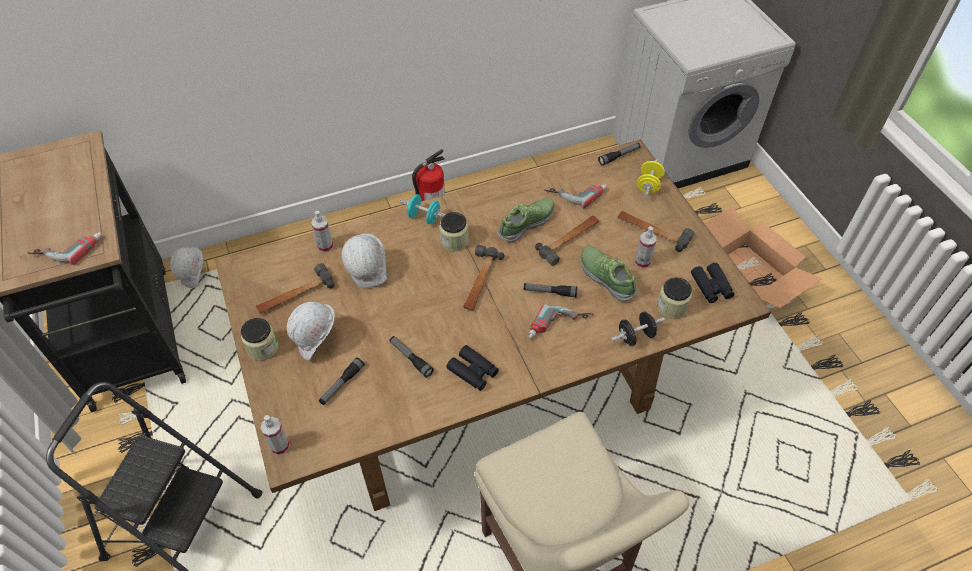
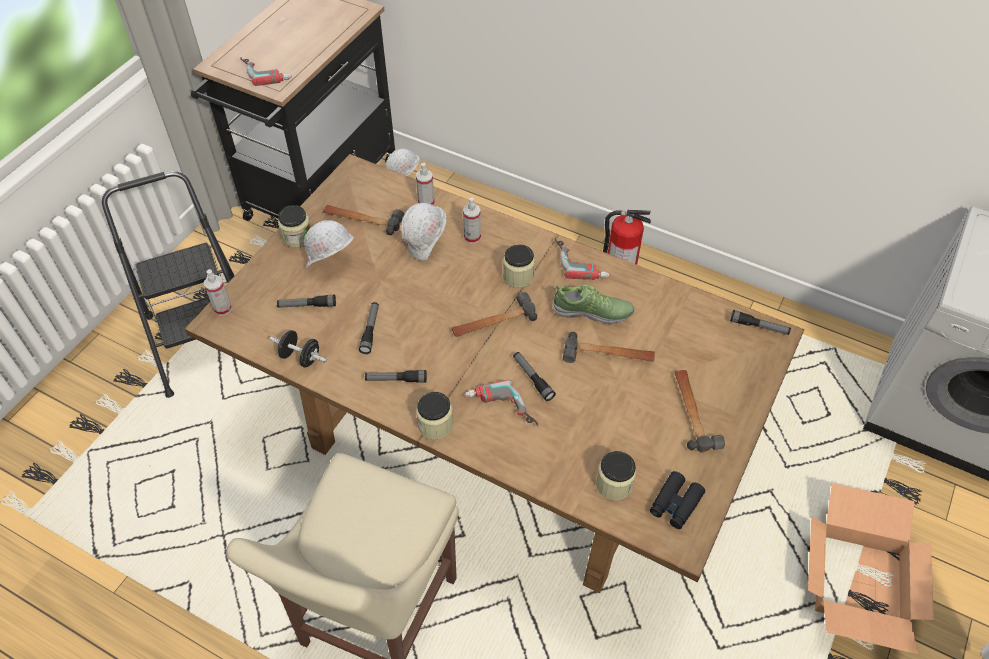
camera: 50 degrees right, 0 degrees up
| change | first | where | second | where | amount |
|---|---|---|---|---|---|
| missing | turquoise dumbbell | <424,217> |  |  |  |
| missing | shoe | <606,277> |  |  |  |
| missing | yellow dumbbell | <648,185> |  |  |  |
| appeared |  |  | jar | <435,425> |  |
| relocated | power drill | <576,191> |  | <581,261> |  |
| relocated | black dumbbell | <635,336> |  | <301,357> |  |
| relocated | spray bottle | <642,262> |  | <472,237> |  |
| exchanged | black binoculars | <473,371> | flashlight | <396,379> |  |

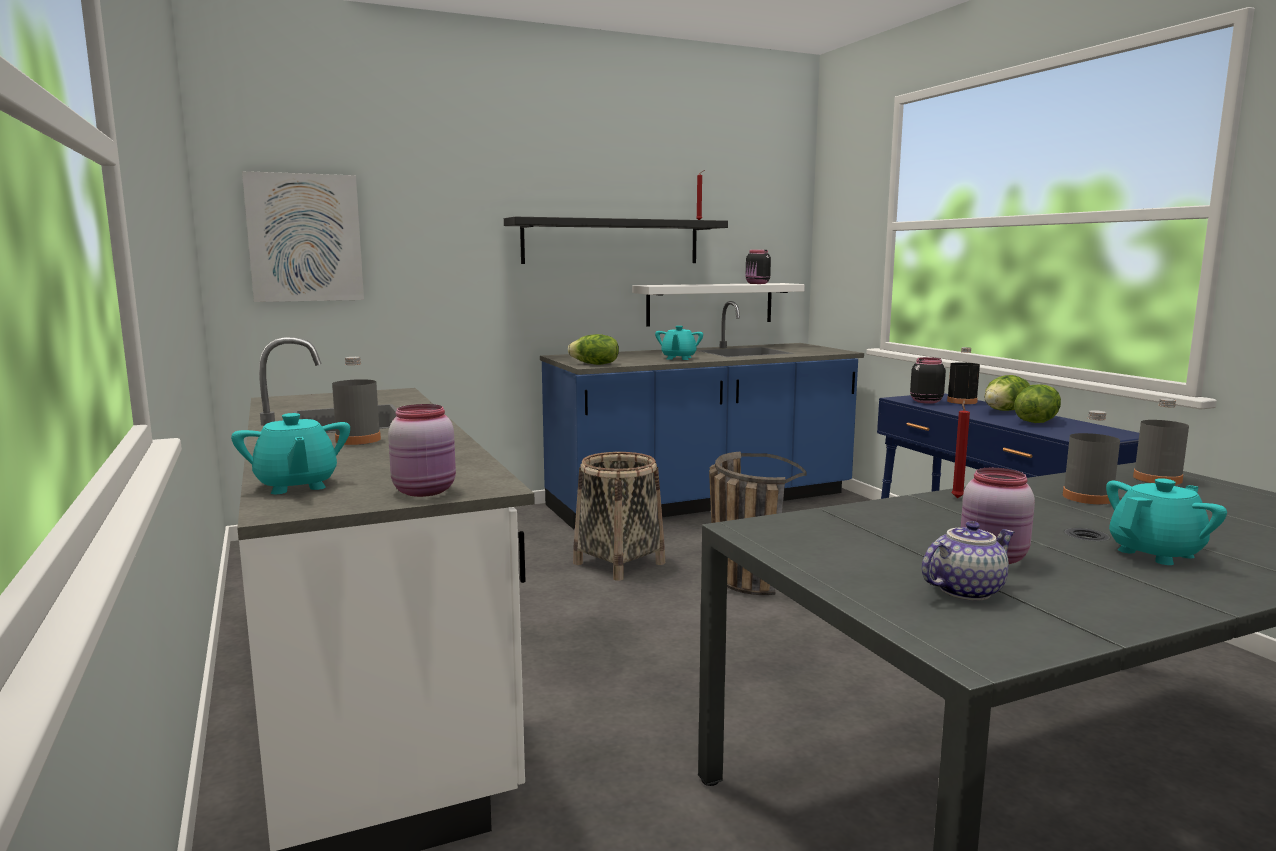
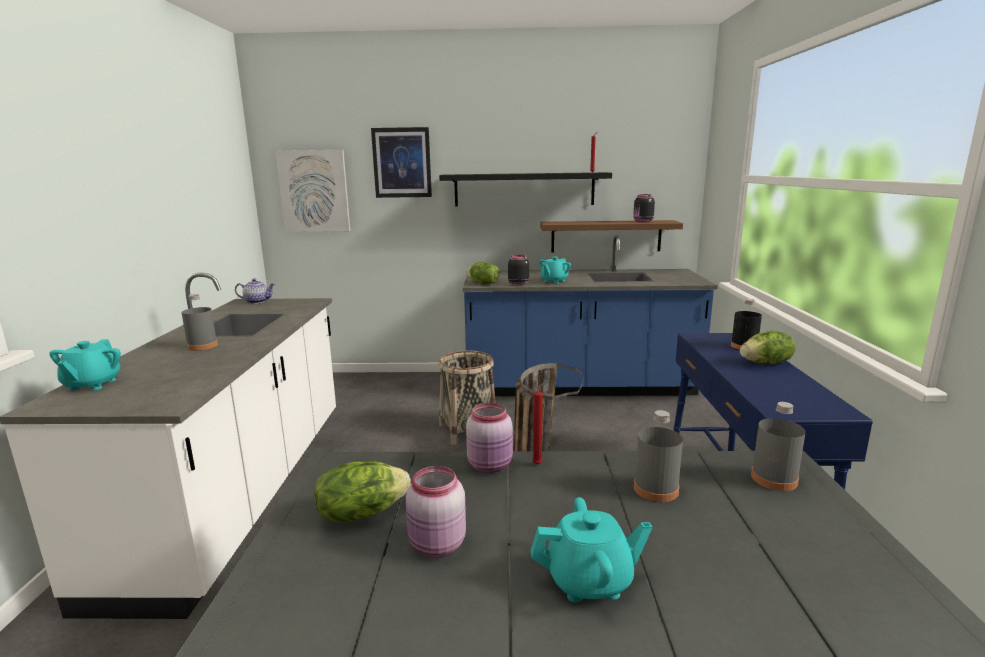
camera: 25 degrees right, 5 degrees up
| change | first | where | second | where | amount |
|---|---|---|---|---|---|
| appeared |  |  | picture | <402,163> |  |
| relocated | pink jar | <426,491> |  | <491,465> |  |
| relocated | black jar | <925,401> |  | <518,283> |  |
| relocated | teapot | <964,590> |  | <257,301> |  |
| relocated | lettuce | <1036,421> |  | <361,513> |  |
| colour | white shelf | <710,304> | brown shelf | <606,236> |  |

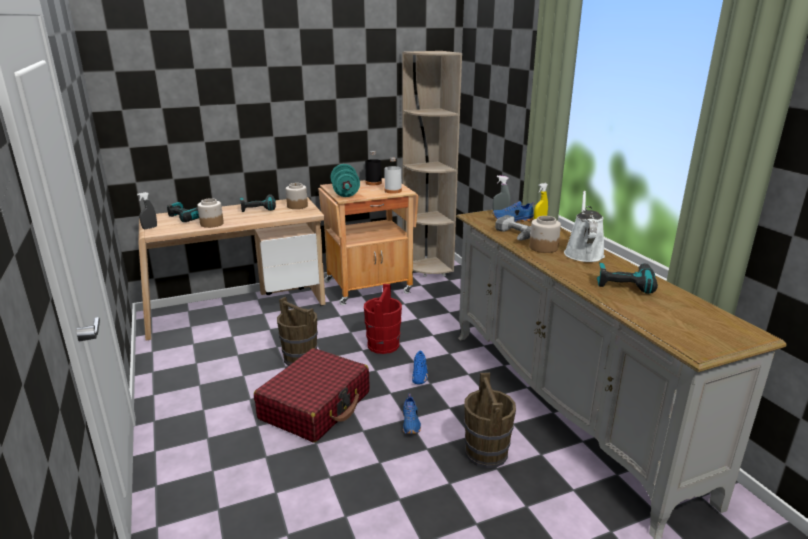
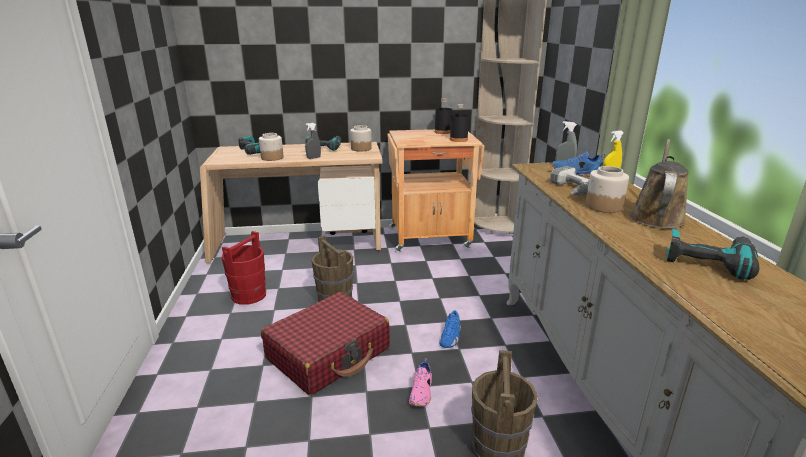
camera: 15 degrees right, 0 degrees up
| change | first | where | second | where | amount |
|---|---|---|---|---|---|
| missing | turquoise dumbbell | <345,193> |  |  |  |
| relocated | grey spray bottle | <149,228> |  | <313,158> |  |
| relocated | red bucket | <383,345> |  | <248,295> |  |
| colour | white bottle | <393,191> | black bottle | <458,139> |  |
| colour | blue shoe | <411,423> | pink shoe | <422,392> |  |
| colour | white watering can | <583,253> | brown watering can | <656,217> |  |

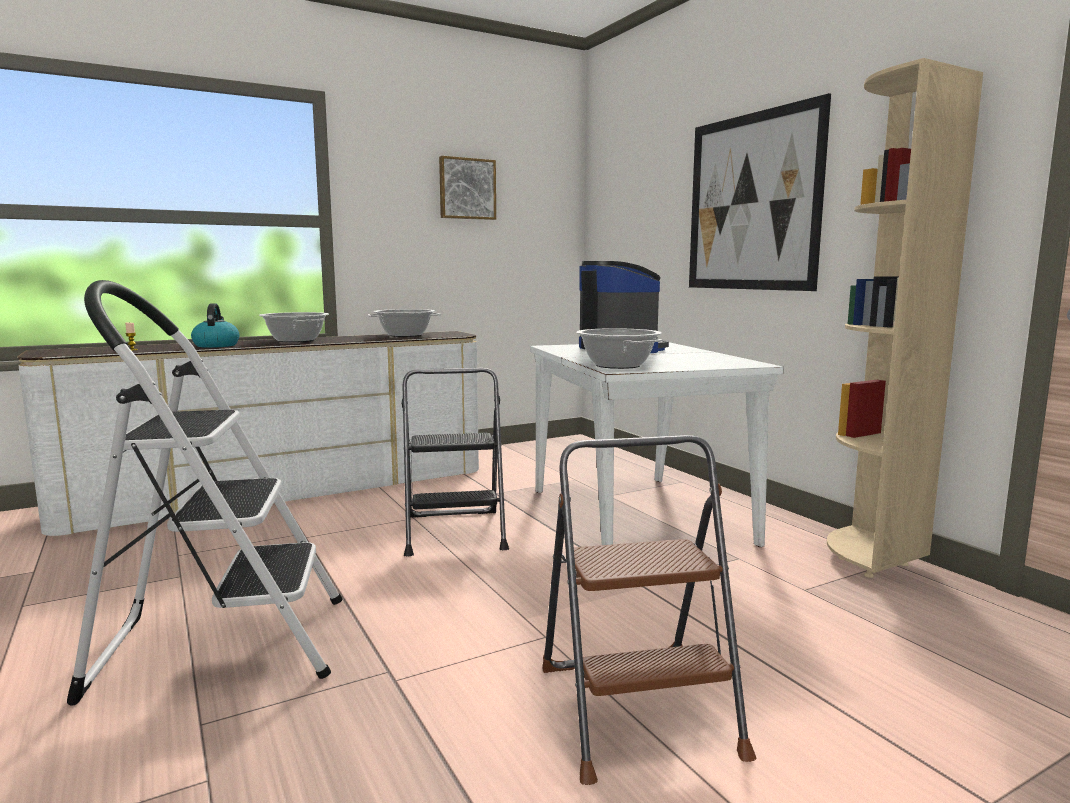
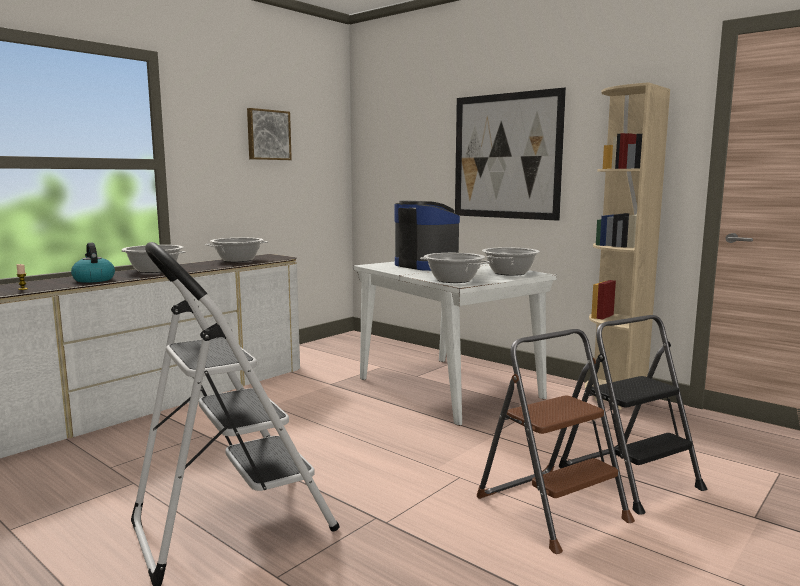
camera: 20 degrees left, 0 degrees up
| change | first | where | second | where | amount |
|---|---|---|---|---|---|
| appeared |  |  | cooking pot | <509,273> |  |
| relocated | black step ladder | <455,530> |  | <625,475> |  |

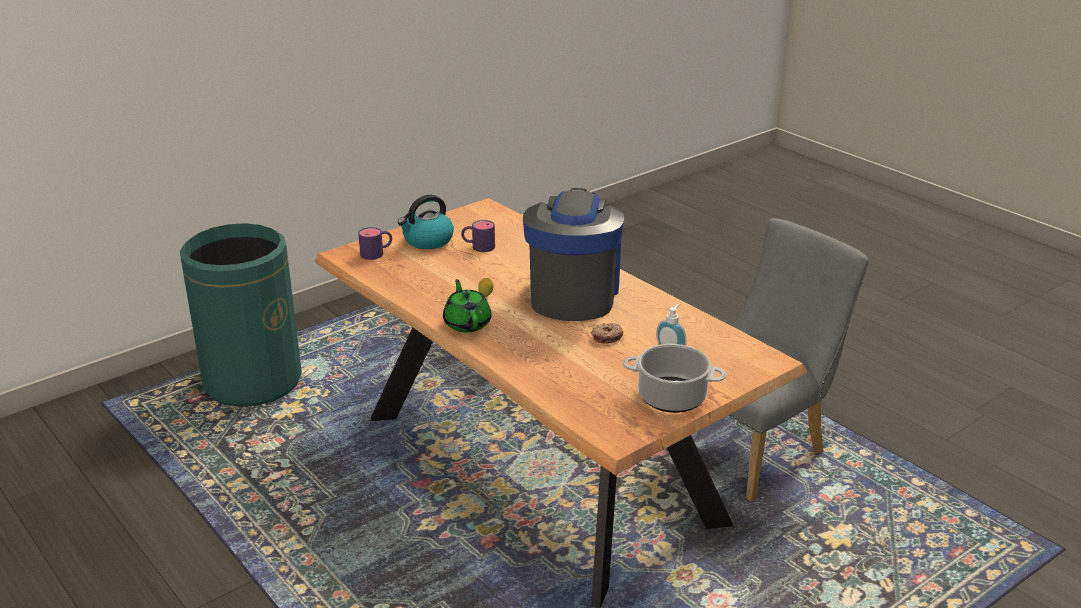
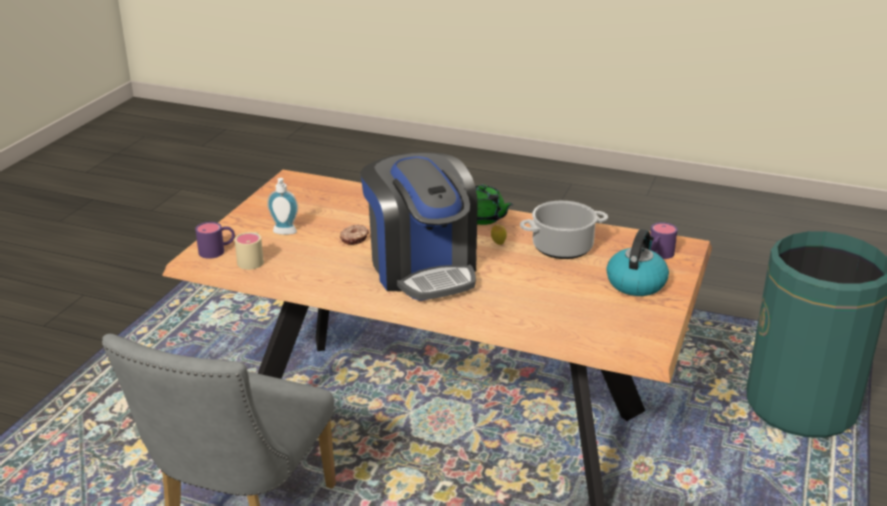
camera: 150 degrees right, 0 degrees up
| change | first | where | second | where | amount |
|---|---|---|---|---|---|
| appeared |  |  | beige mug | <253,260> |  |
| relocated | purple mug | <478,246> |  | <217,250> |  |
| relocated | cooking pot | <673,397> |  | <562,248> |  |

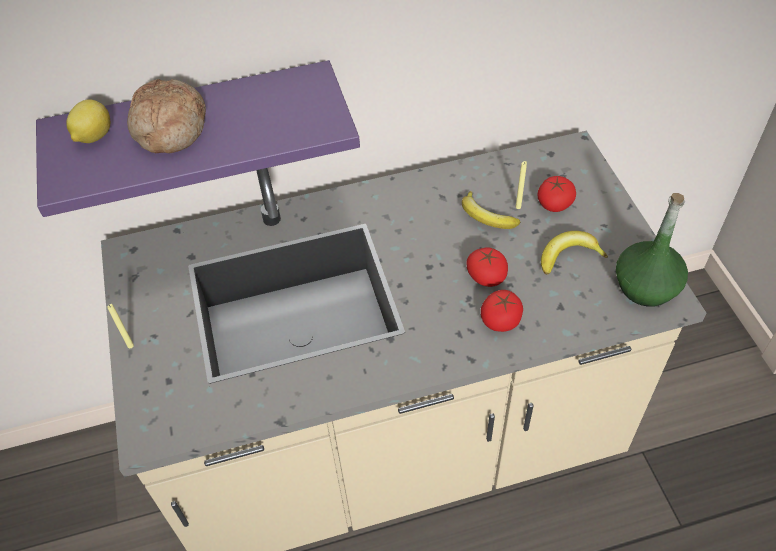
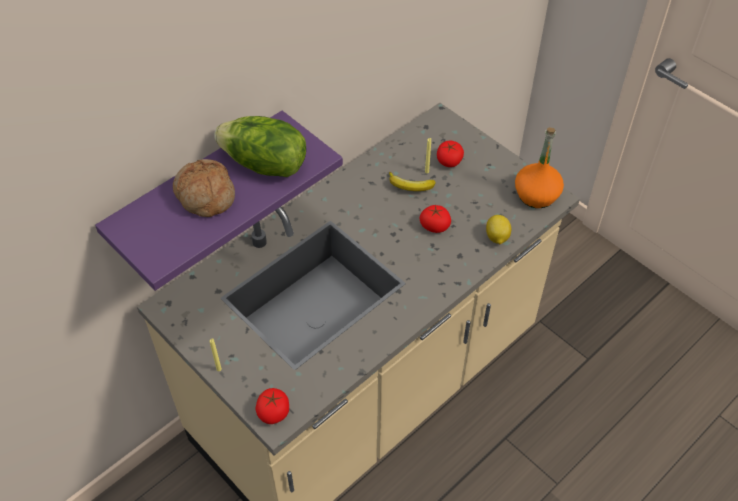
camera: 30 degrees left, 0 degrees up
| change | first | where | second | where | amount |
|---|---|---|---|---|---|
| missing | banana | <568,256> |  |  |  |
| appeared |  |  | lettuce | <264,165> |  |
| relocated | lemon | <93,137> |  | <497,237> |  |
| relocated | tomato | <501,320> |  | <273,412> |  |
| colour | green bottle | <645,286> | orange bottle | <536,195> |  |

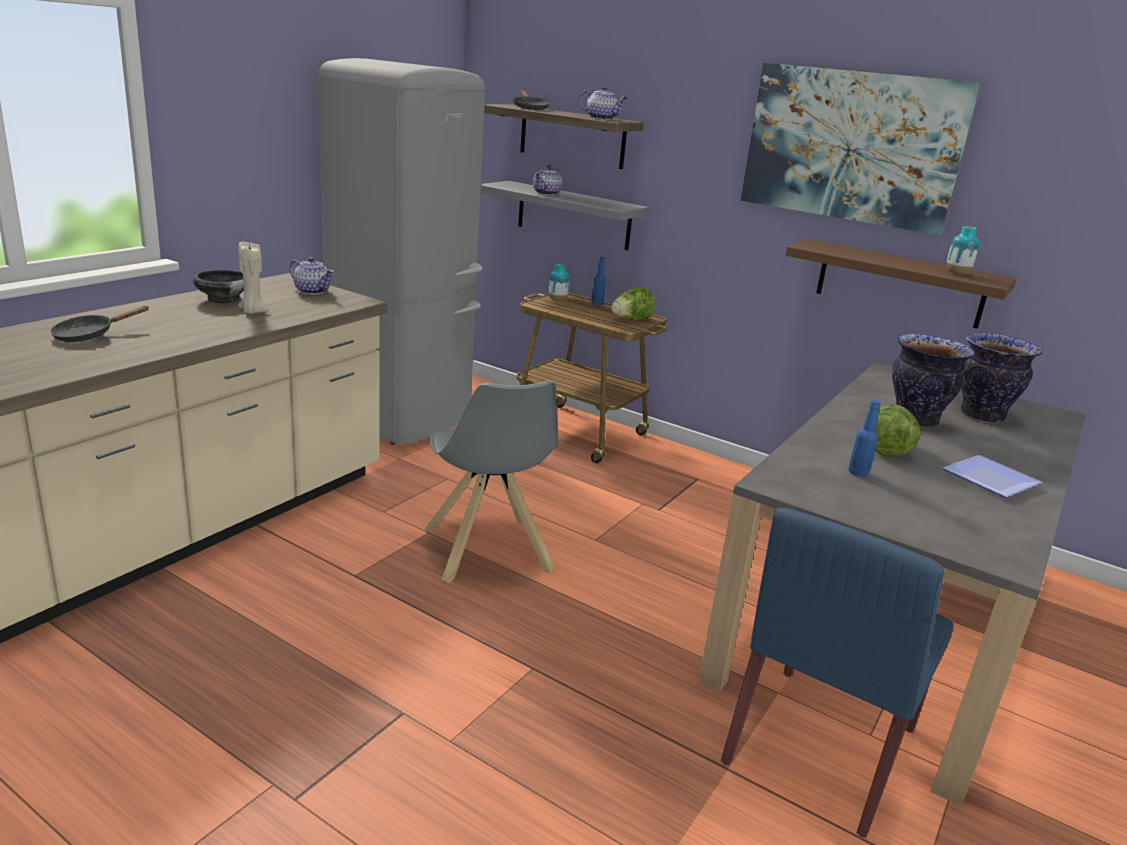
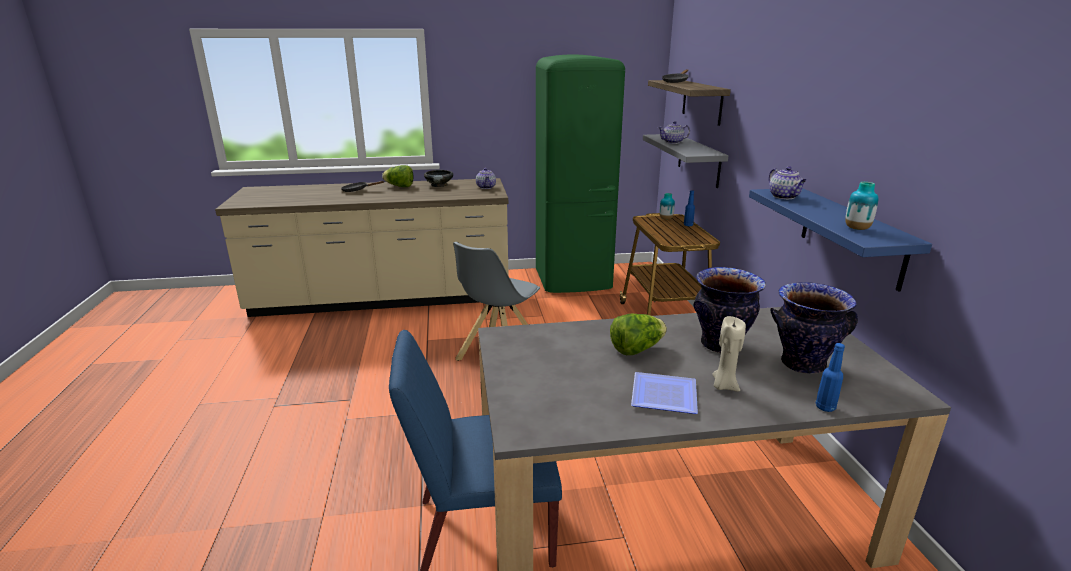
camera: 50 degrees right, 0 degrees up
| change | first | where | second | where | amount |
|---|---|---|---|---|---|
| missing | picture | <851,146> |  |  |  |
| relocated | beige candle | <252,312> |  | <724,386> |  |
| relocated | teapot | <602,118> |  | <784,197> |  |
| relocated | lettuce | <631,320> |  | <399,186> |  |
| relocated | blue bottle | <858,473> |  | <825,407> |  |
| colour | grey fridge | <404,418> | green fridge | <574,280> |  |
| colour | brown shelf | <900,283> | blue shelf | <851,236> |  |

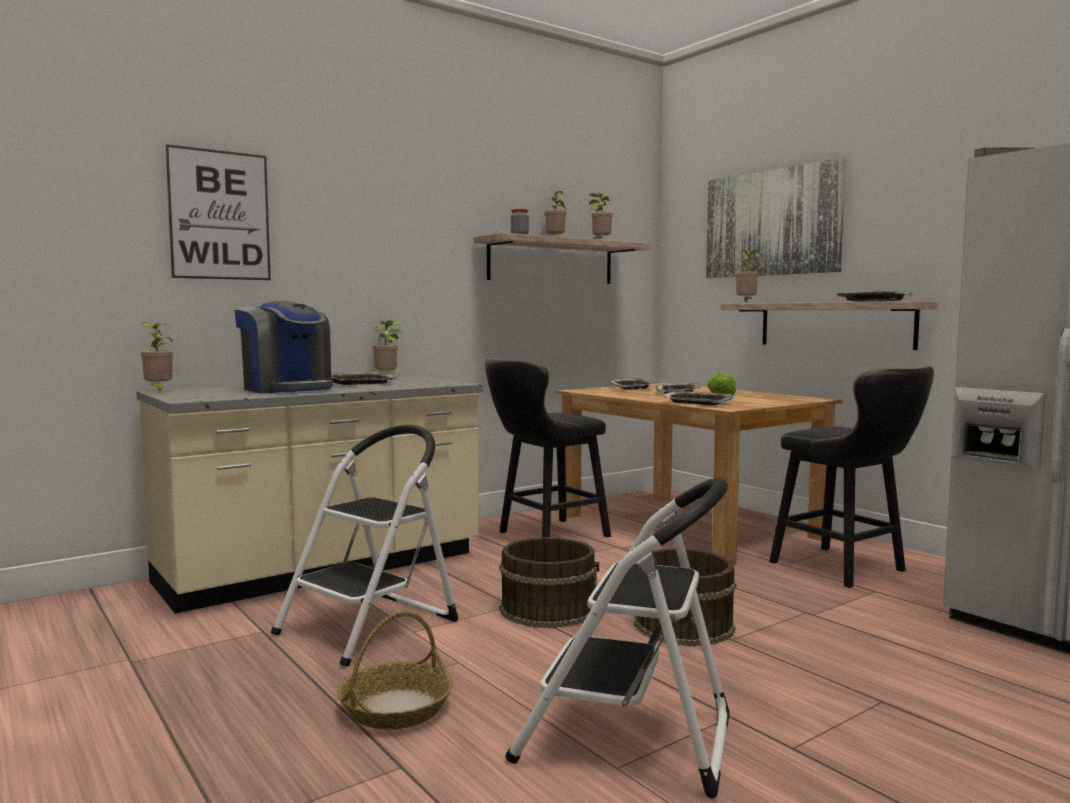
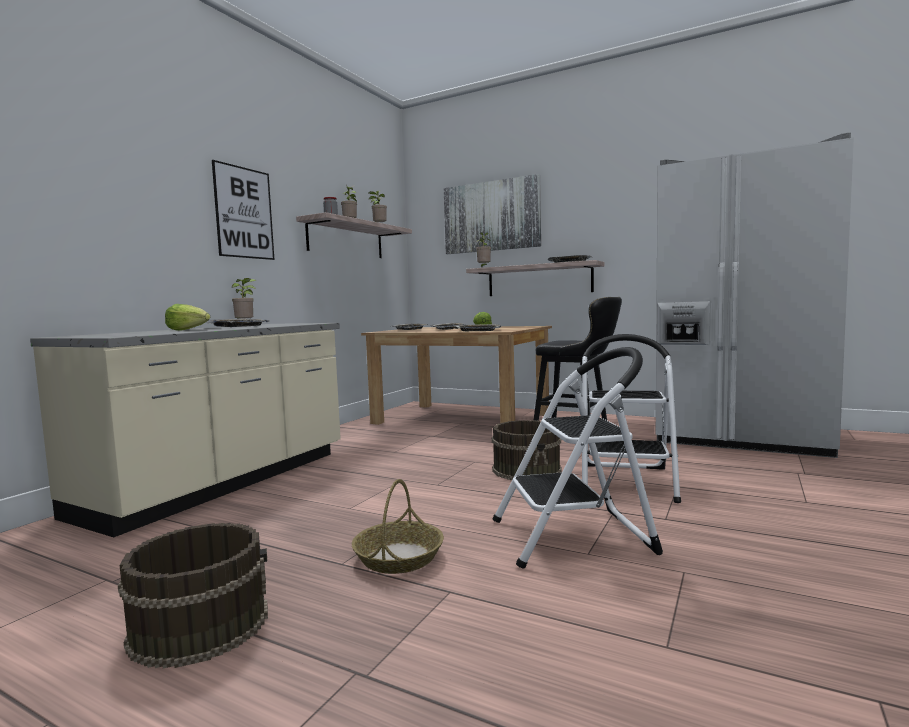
camera: 25 degrees left, 0 degrees up
| change | first | where | second | where | amount |
|---|---|---|---|---|---|
| missing | potted plant | <158,390> |  |  |  |
| missing | black stool | <543,536> |  |  |  |
| relocated | picture | <219,215> |  | <244,213> |  |
| relocated | step ladder | <372,626> |  | <627,481> |  |
| relocated | brown bucket | <548,609> |  | <200,624> |  |
| exchanged | coffee machine | <287,389> | lettuce | <189,330> |  |

